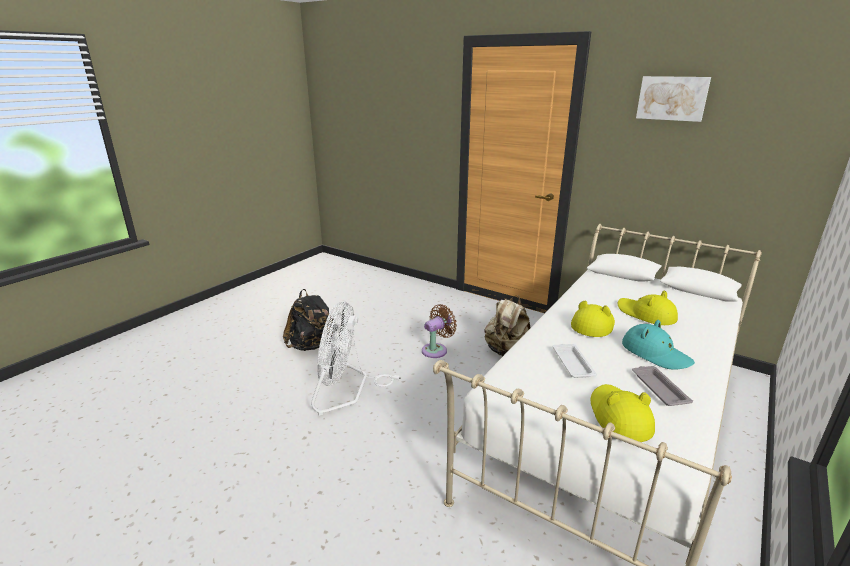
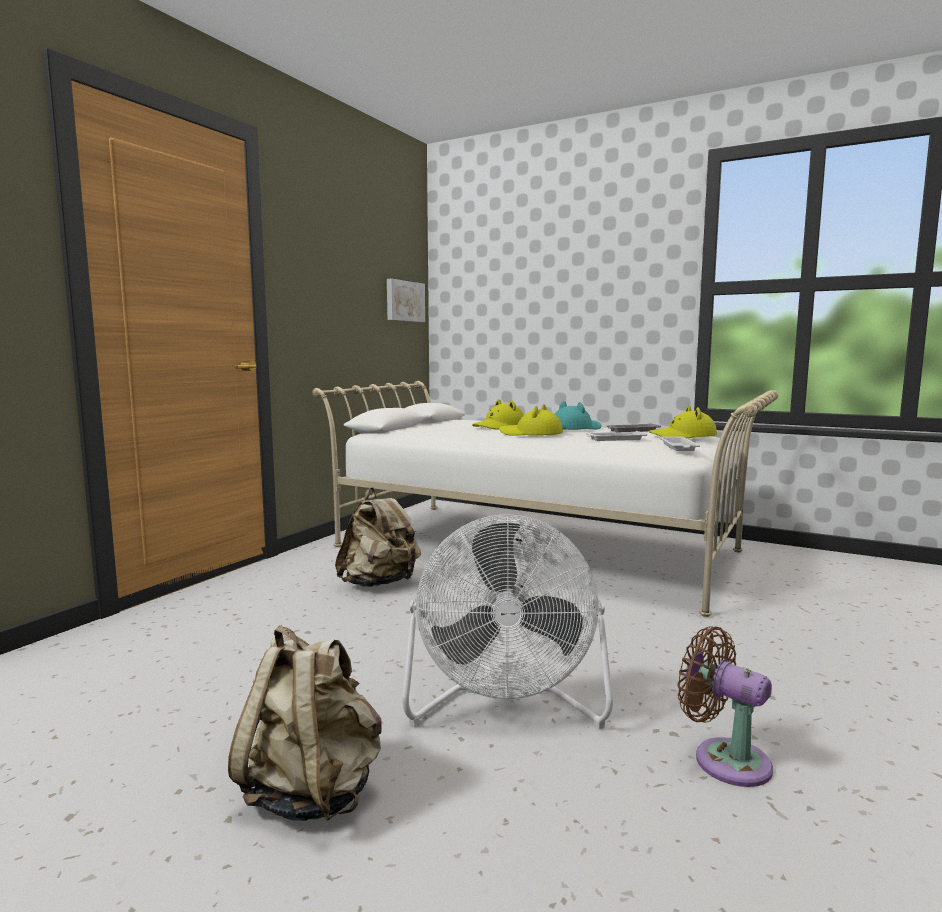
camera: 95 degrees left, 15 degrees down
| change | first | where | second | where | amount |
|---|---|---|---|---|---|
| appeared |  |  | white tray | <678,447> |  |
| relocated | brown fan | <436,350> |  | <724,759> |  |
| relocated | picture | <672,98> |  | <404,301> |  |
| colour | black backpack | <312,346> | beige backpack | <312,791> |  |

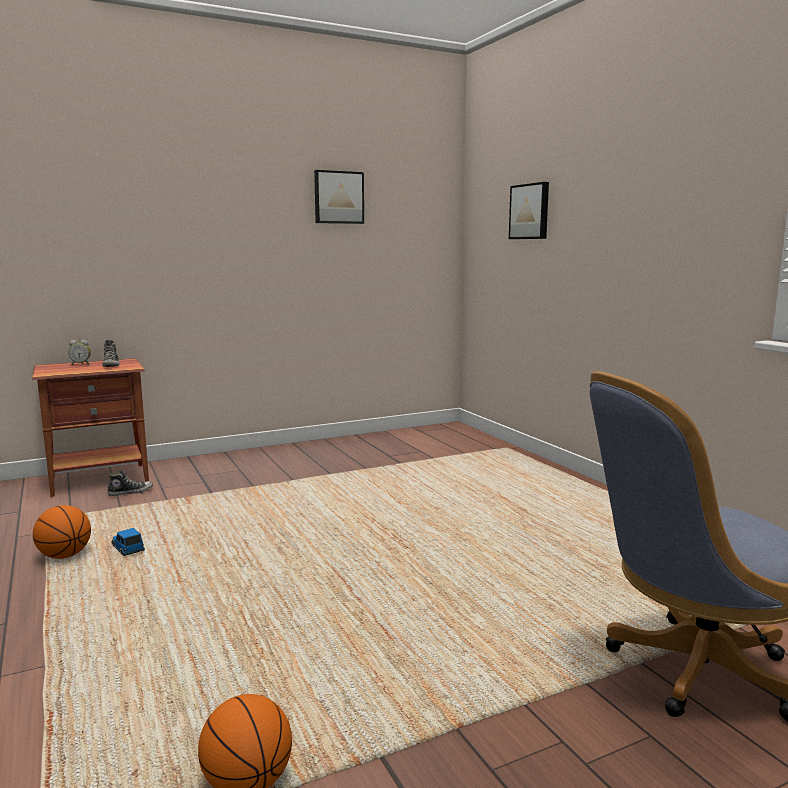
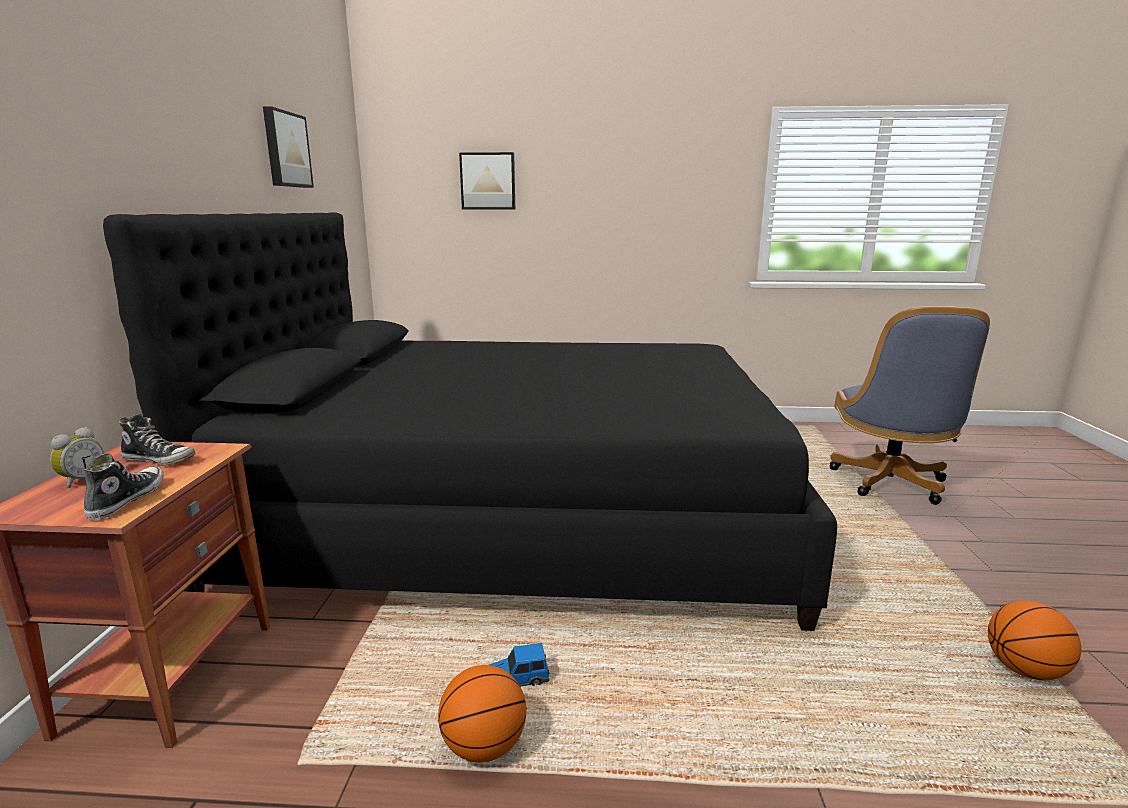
camera: 60 degrees left, 5 degrees up
| change | first | where | second | where | amount |
|---|---|---|---|---|---|
| appeared |  |  | black bed | <518,515> |  |
| relocated | shoe | <130,492> |  | <127,500> |  |

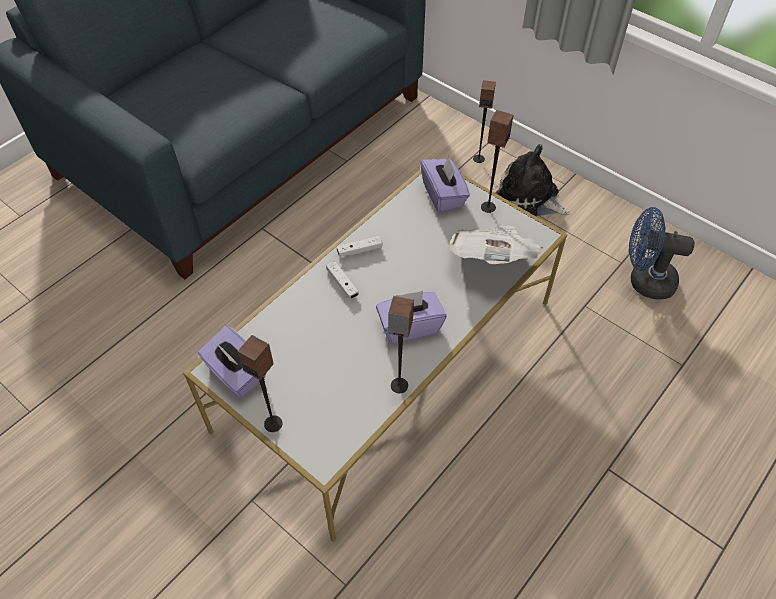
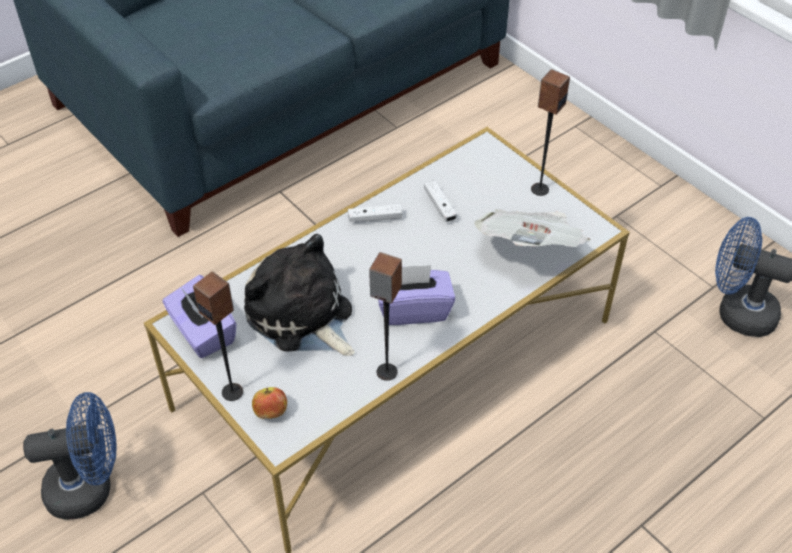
camera: 10 degrees right, 5 degrees down
| change | first | where | second | where | amount |
|---|---|---|---|---|---|
| missing | purple tissue box | <443,195> |  |  |  |
| missing | speaker | <478,158> |  |  |  |
| appeared |  |  | blue fan | <90,488> |  |
| appeared |  |  | apple | <271,412> |  |
| relocated | white game controller | <342,284> |  | <439,206> |  |
| relocated | plush toy | <529,197> |  | <302,316> |  |

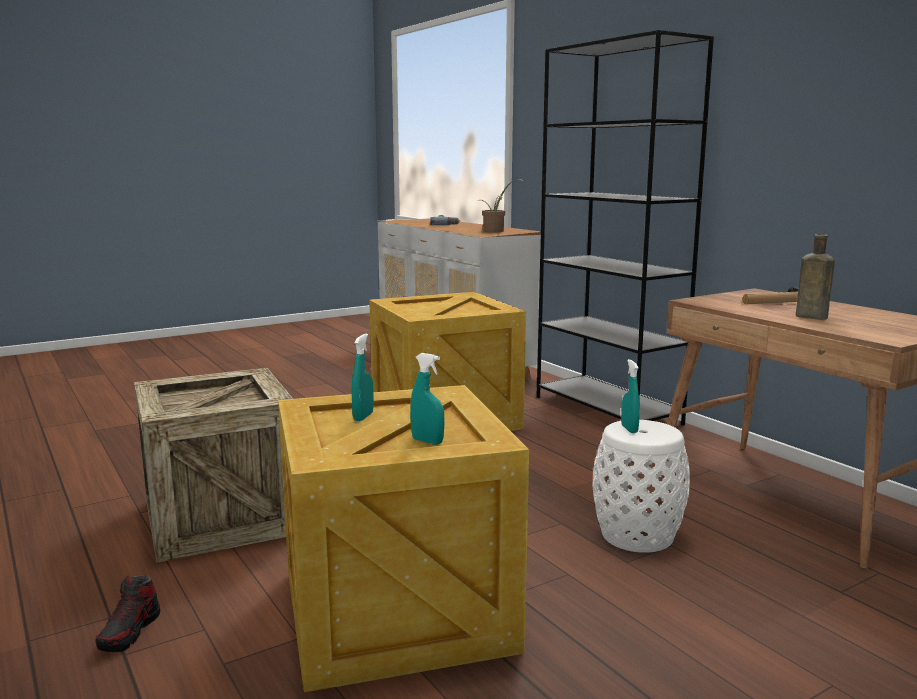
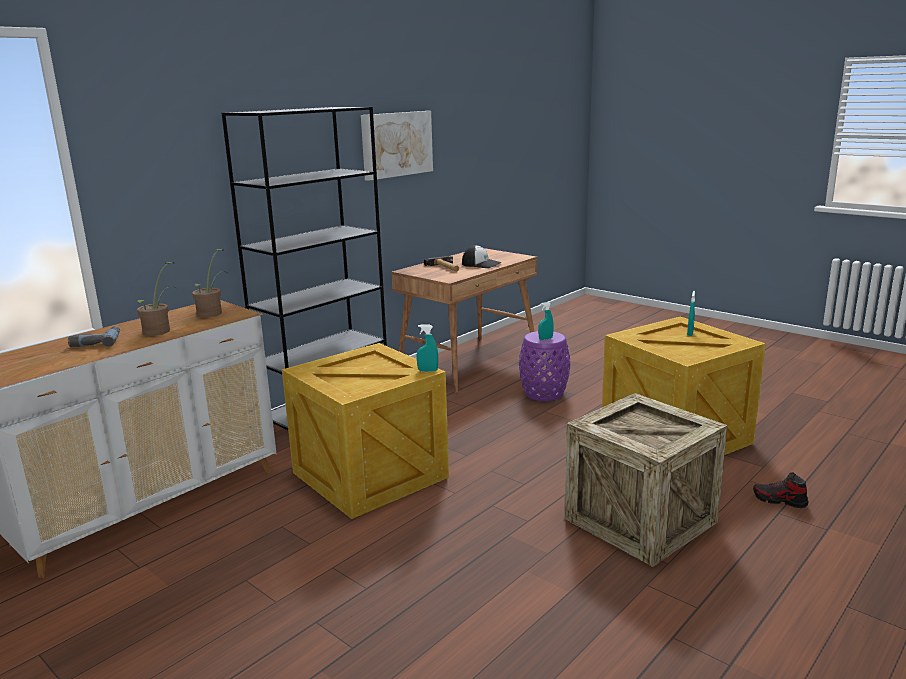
camera: 105 degrees left, 5 degrees up
| change | first | where | second | where | amount |
|---|---|---|---|---|---|
| appeared |  |  | potted plant | <160,330> |  |
| appeared |  |  | picture | <396,144> |  |
| relocated | turquoise spray bottle | <363,417> |  | <427,371> |  |
| exchanged | brown bottle | <809,317> | cap | <481,264> |  |
| colour | white stool | <636,536> | purple stool | <544,393> |  |
| spun | shoe | <130,632> |  | <779,500> | 150 degrees counterclockwise |

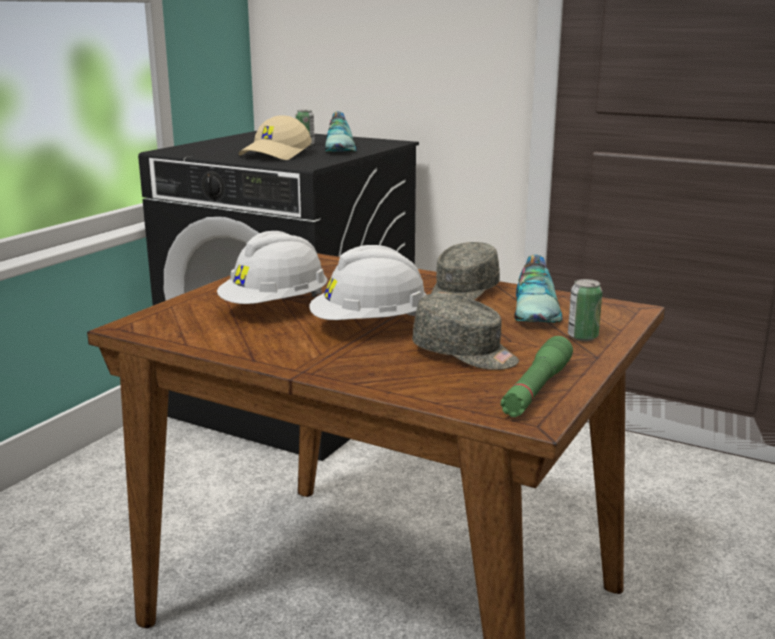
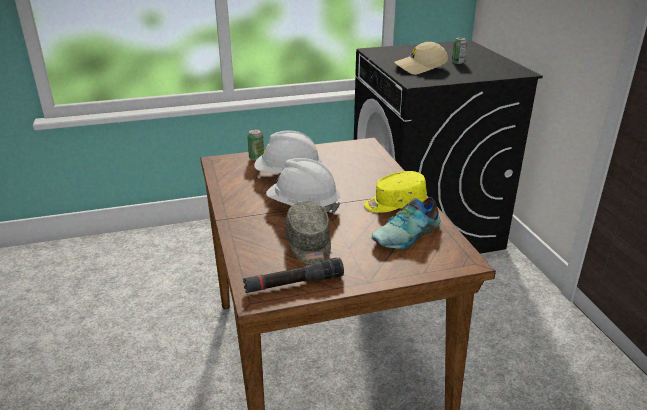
camera: 45 degrees right, 10 degrees up
| change | first | where | second | where | amount |
|---|---|---|---|---|---|
| missing | shoe | <341,149> |  |  |  |
| relocated | can | <582,337> |  | <256,158> |  |
| colour | grey cap | <462,293> | yellow cap | <394,204> |  |
| colour | green flashlight | <536,389> | black flashlight | <294,283> |  |

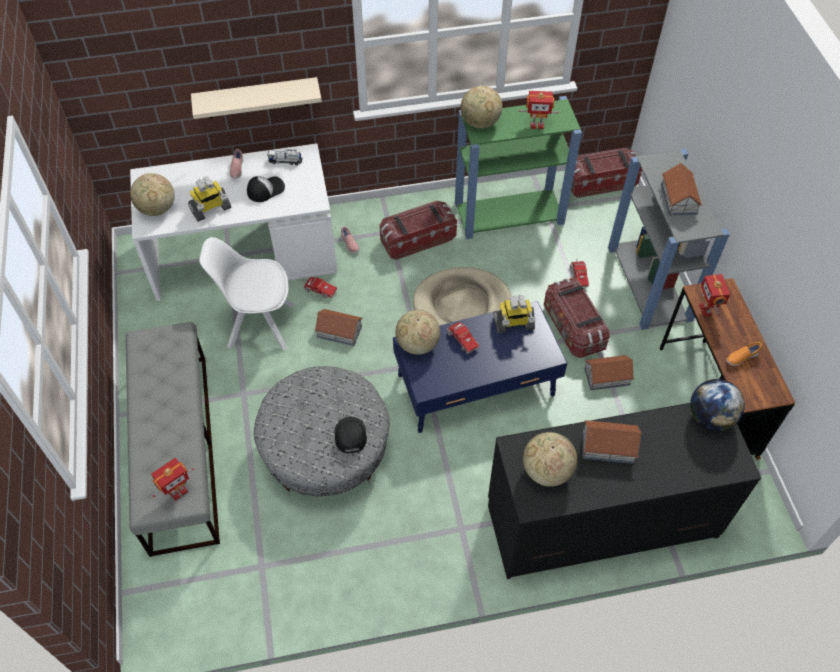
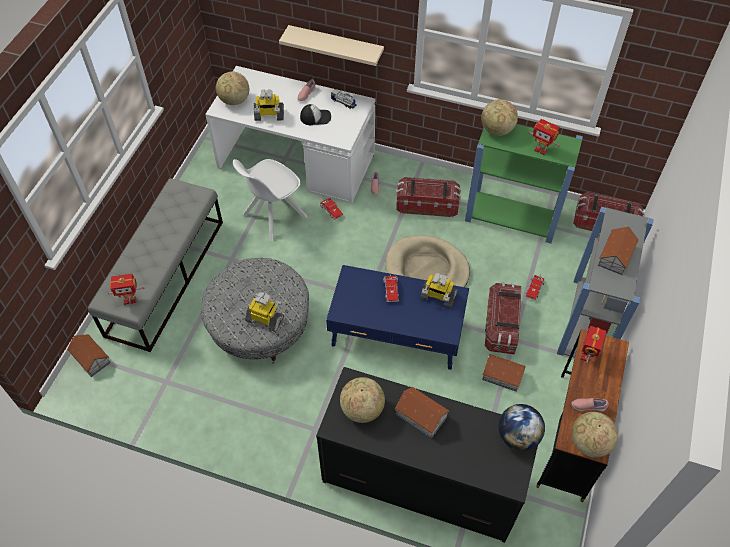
camera: 30 degrees right, 0 degrees up
| change | first | where | second | where | amount |
|---|---|---|---|---|---|
| relocated | toy house | <339,331> |  | <91,358> |  |
| relocated | globe | <417,344> |  | <589,443> |  |
| exchanged | black cap | <350,435> | toy robot | <265,319> |  |
| colour | orange shoe | <741,357> | pink shoe | <588,406> |  |
| spun | white chair | <259,325> |  | <273,216> | 75 degrees counterclockwise |

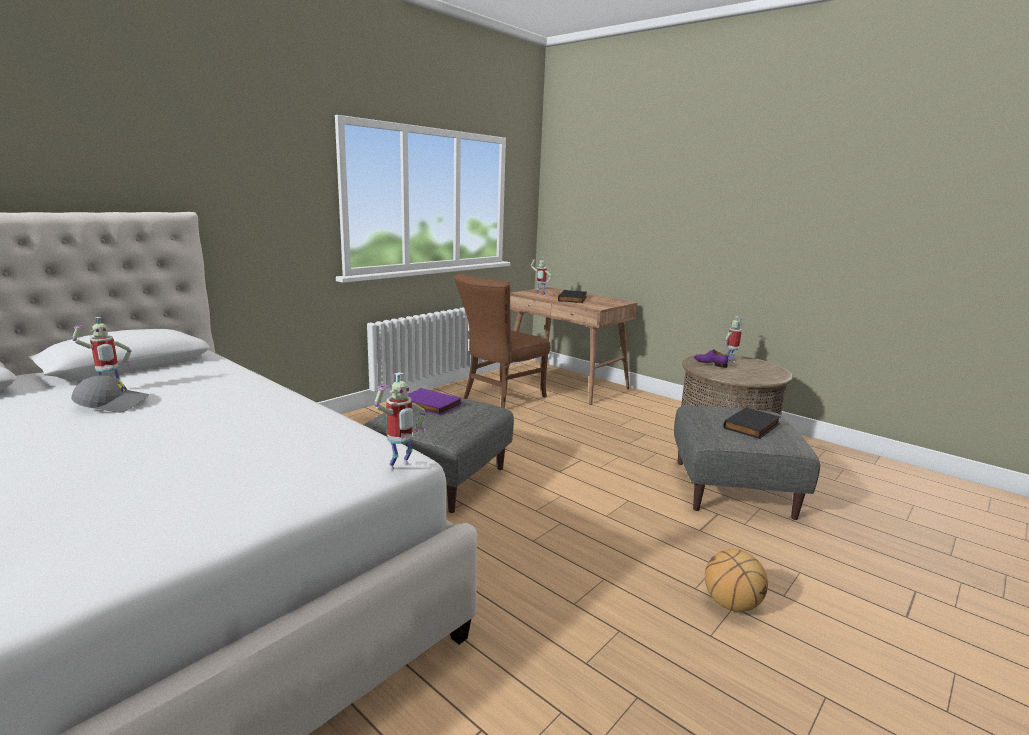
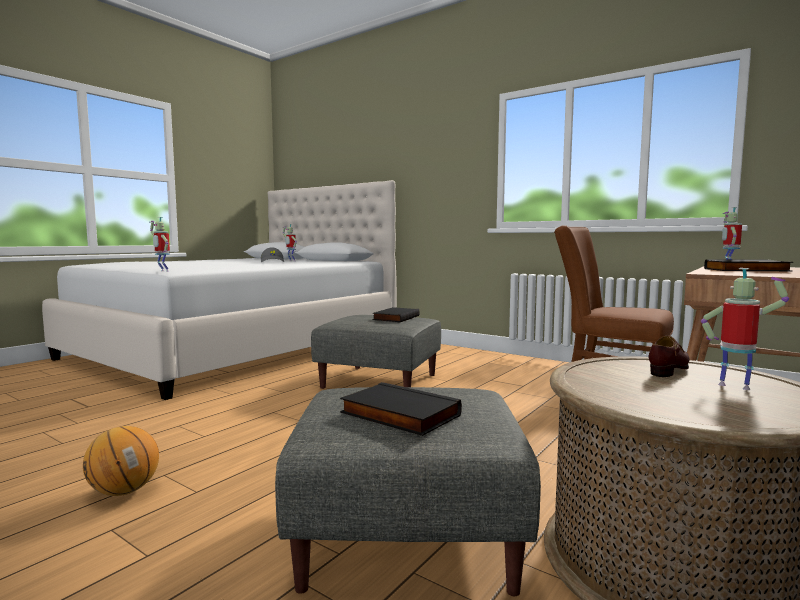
camera: 85 degrees right, 10 degrees down
| change | first | where | second | where | amount |
|---|---|---|---|---|---|
| colour | purple book | <428,405> | black book | <395,318> |  |
| colour | purple shoe | <710,363> | brown shoe | <670,369> |  |

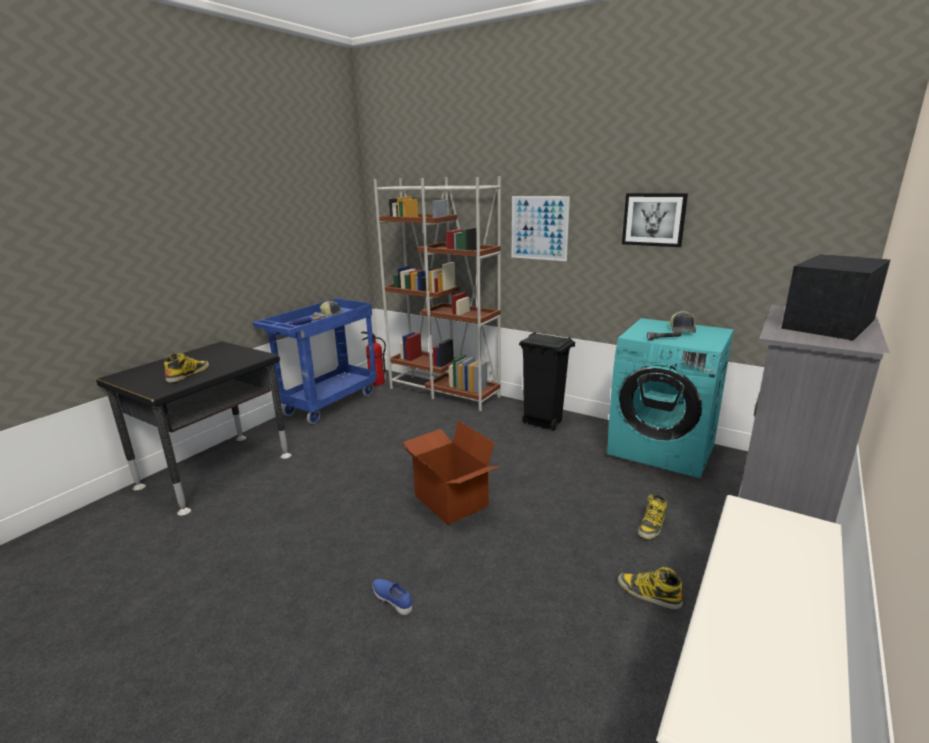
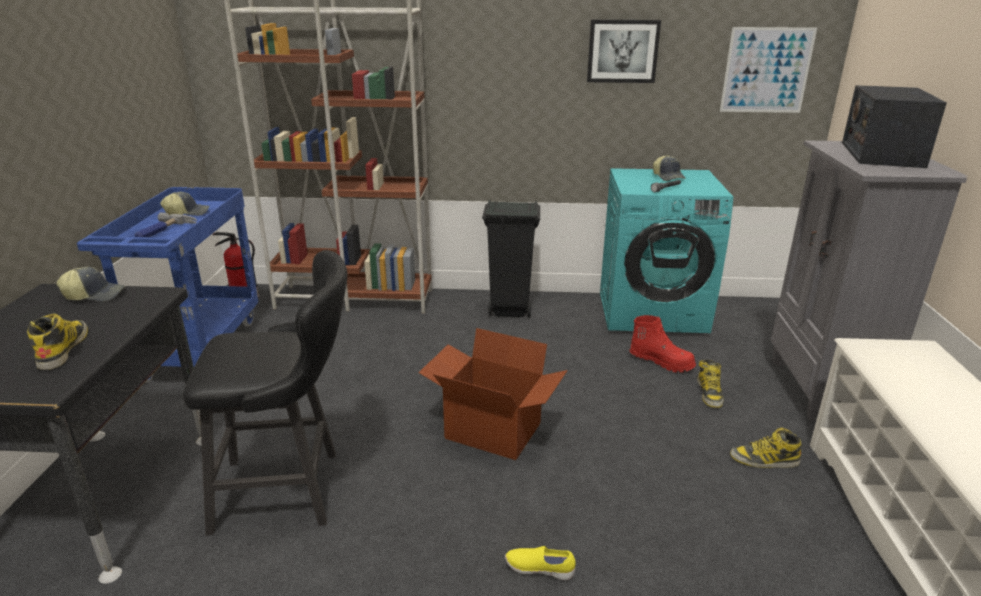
camera: 30 degrees left, 5 degrees up
| change | first | where | second | where | amount |
|---|---|---|---|---|---|
| appeared |  |  | cap | <95,295> |  |
| appeared |  |  | black stool | <294,490> |  |
| appeared |  |  | red boot | <661,361> |  |
| relocated | picture | <539,228> |  | <766,70> |  |
| colour | blue shoe | <393,600> | yellow shoe | <539,569> |  |

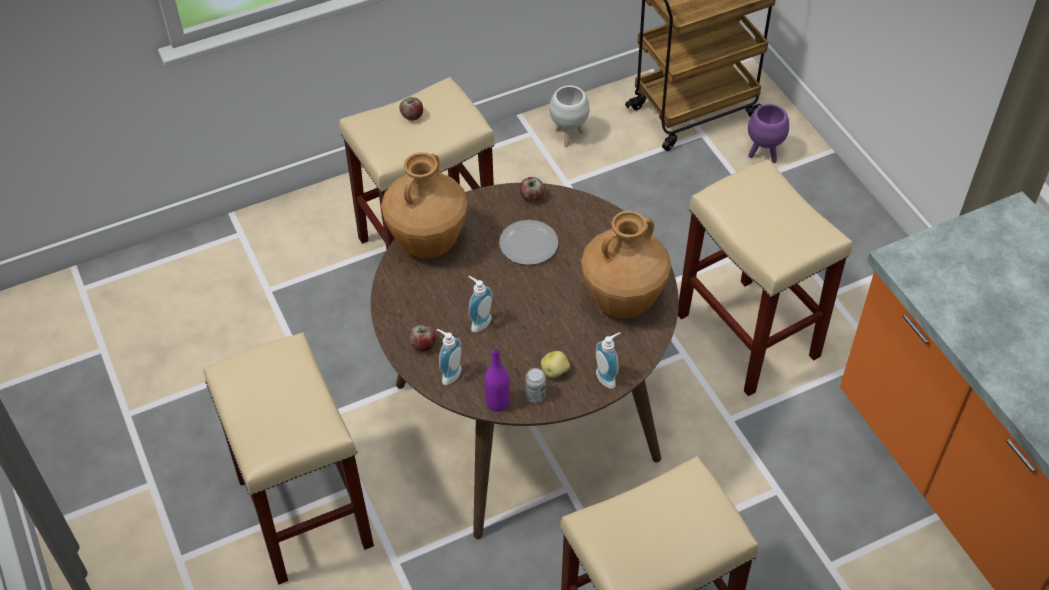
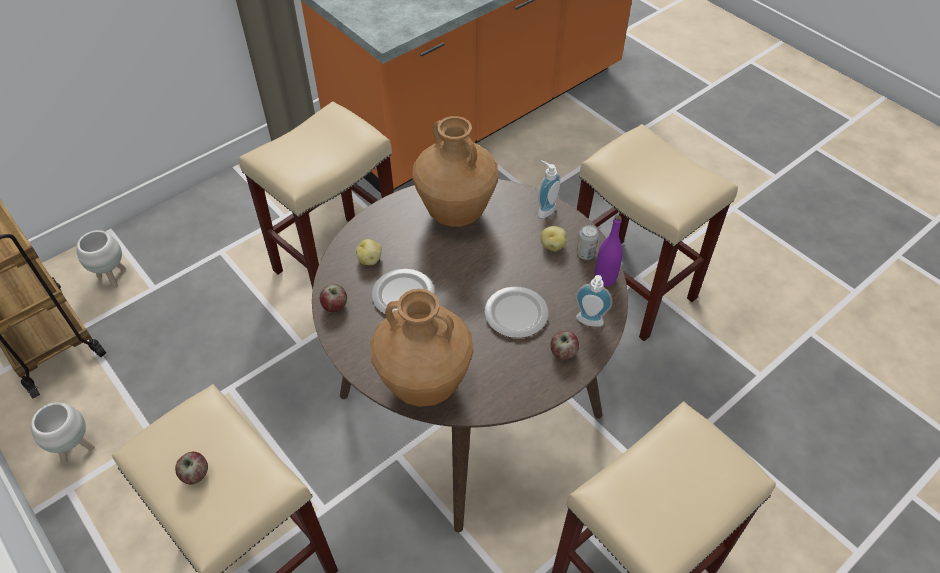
camera: 105 degrees left, 0 degrees up
| change | first | where | second | where | amount |
|---|---|---|---|---|---|
| appeared |  |  | potato | <370,259> |  |
| exchanged | soap dispenser | <479,322> | plate | <517,313> |  |
| colour | purple planter | <763,155> | white planter | <113,277> |  |

